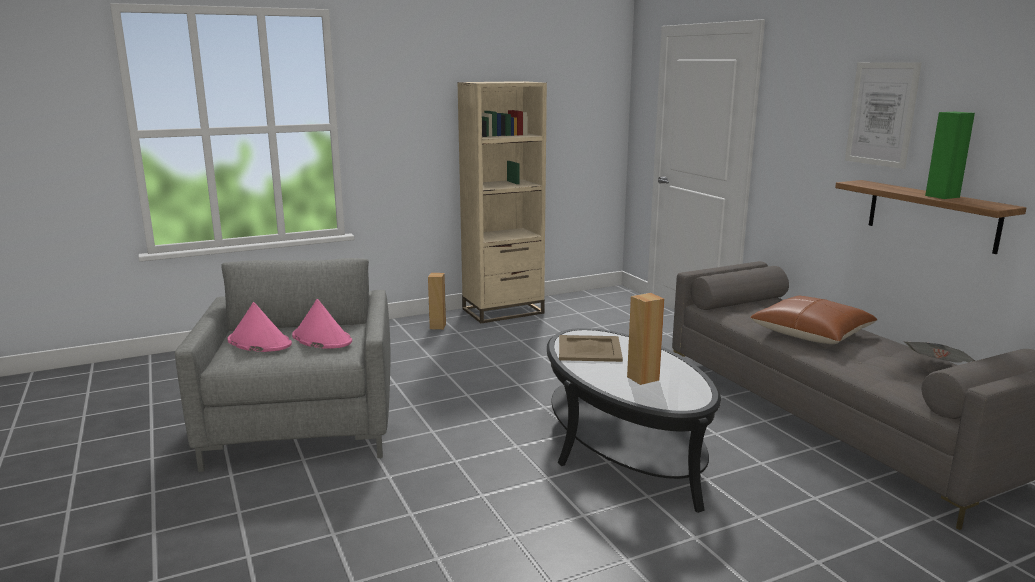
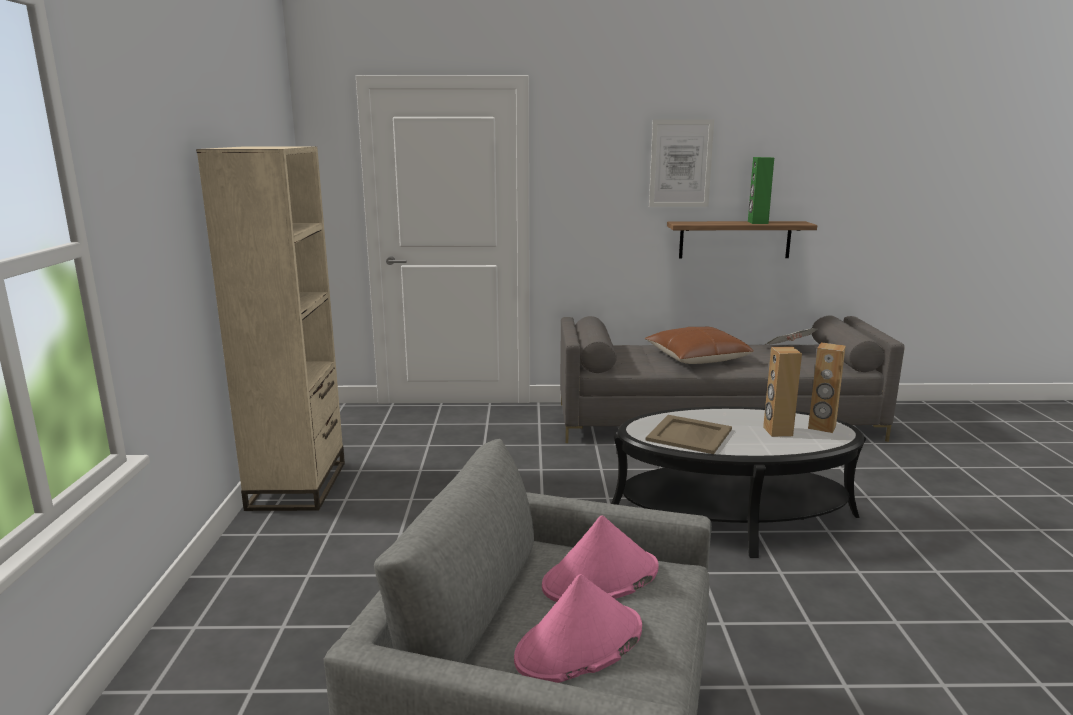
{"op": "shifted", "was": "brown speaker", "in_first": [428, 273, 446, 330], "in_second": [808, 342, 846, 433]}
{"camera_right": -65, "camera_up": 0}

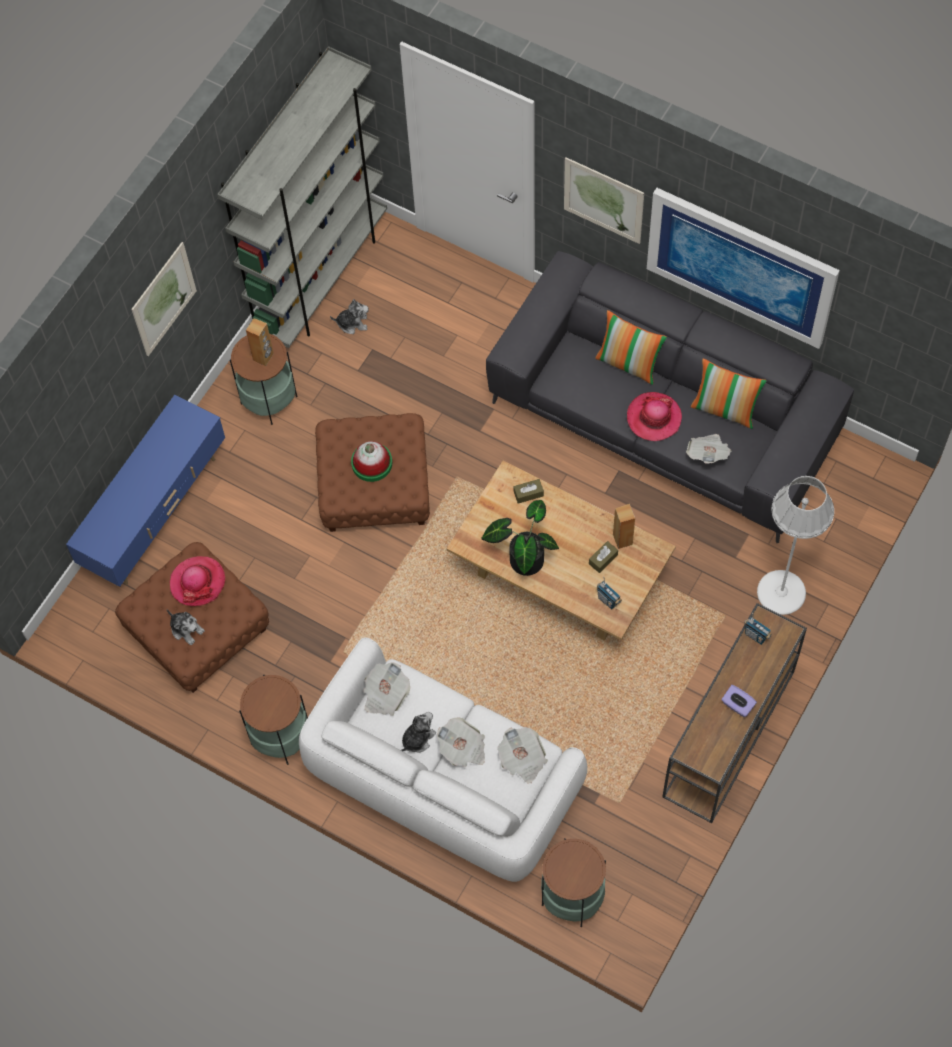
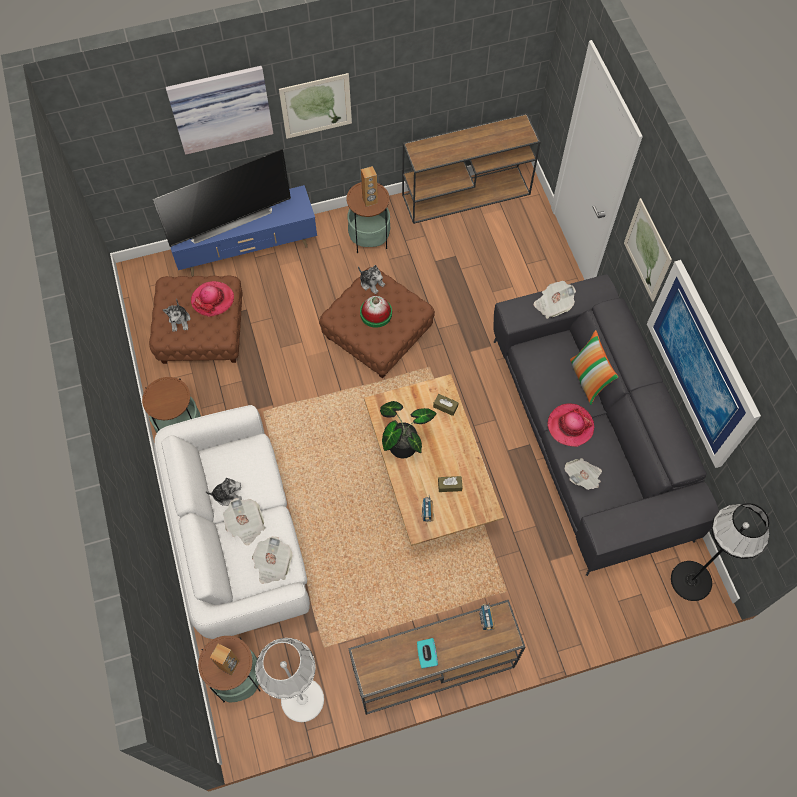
{"op": "gone", "was": "pillow", "in_first": [691, 359, 767, 429]}
{"op": "new", "now": "television", "in_second": [153, 149, 291, 247]}
{"op": "new", "now": "picture", "in_second": [166, 66, 273, 155]}
{"op": "new", "now": "black floor lamp", "in_second": [671, 503, 769, 601]}
{"op": "shifted", "was": "plush toy", "in_first": [330, 299, 369, 334], "in_second": [358, 265, 385, 294]}
{"op": "shifted", "was": "newspaper", "in_first": [363, 662, 410, 716], "in_second": [534, 281, 576, 319]}
{"op": "shifted", "was": "brown speaker", "in_first": [613, 504, 635, 549], "in_second": [210, 644, 239, 675]}
{"op": "shifted", "was": "white floor lamp", "in_first": [757, 476, 834, 615], "in_second": [255, 638, 324, 722]}
{"op": "swapped", "was": "grey bookcase", "now": "brown console table", "in_first": [217, 46, 387, 348], "in_second": [402, 113, 541, 224]}
{"op": "repainted", "was": "purple tissue box", "now": "turquoise tissue box", "in_first": [721, 685, 757, 717], "in_second": [417, 638, 438, 668]}
{"camera_right": 40, "camera_up": 0}

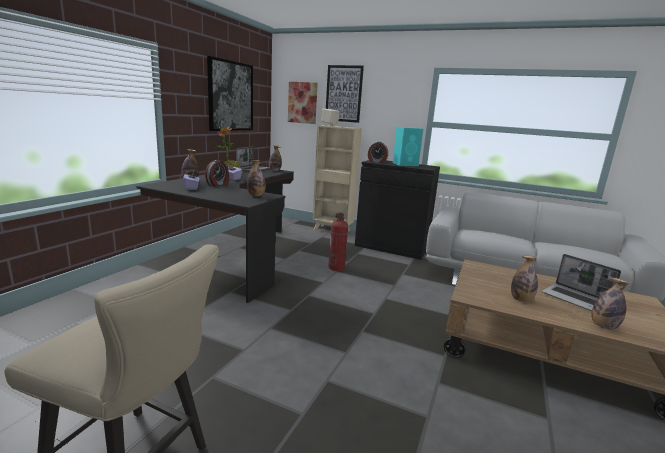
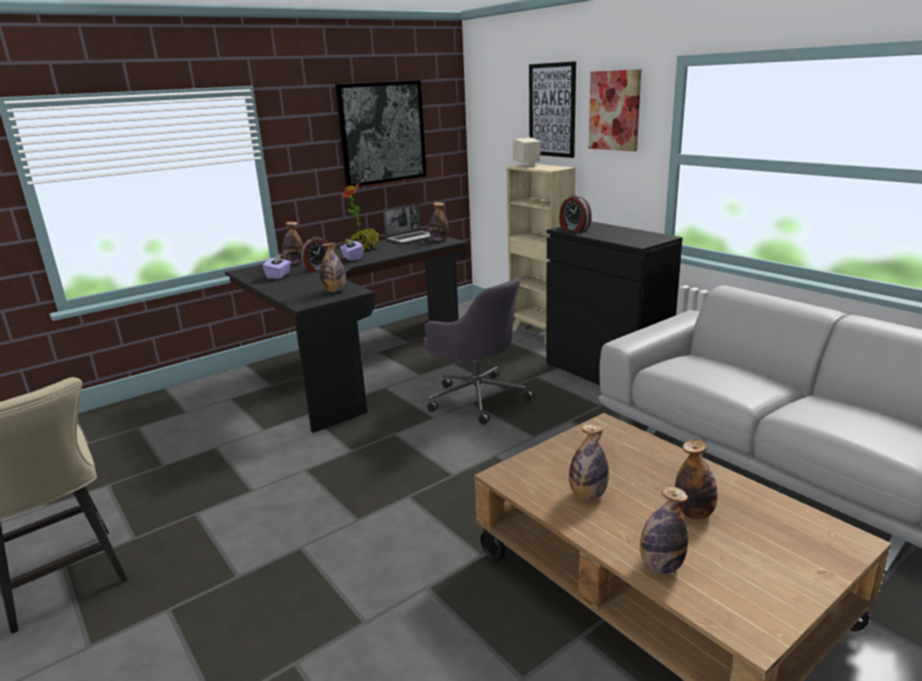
{"op": "gone", "was": "turquoise speaker", "in_first": [393, 127, 423, 166]}
{"op": "shifted", "was": "picture", "in_first": [288, 82, 318, 124], "in_second": [589, 69, 641, 151]}
{"op": "swapped", "was": "fire extinguisher", "now": "grey office chair", "in_first": [328, 212, 348, 271], "in_second": [423, 278, 534, 425]}
{"op": "swapped", "was": "laptop", "now": "bottle", "in_first": [542, 254, 621, 311], "in_second": [675, 440, 718, 519]}
{"camera_right": 30, "camera_up": 5}

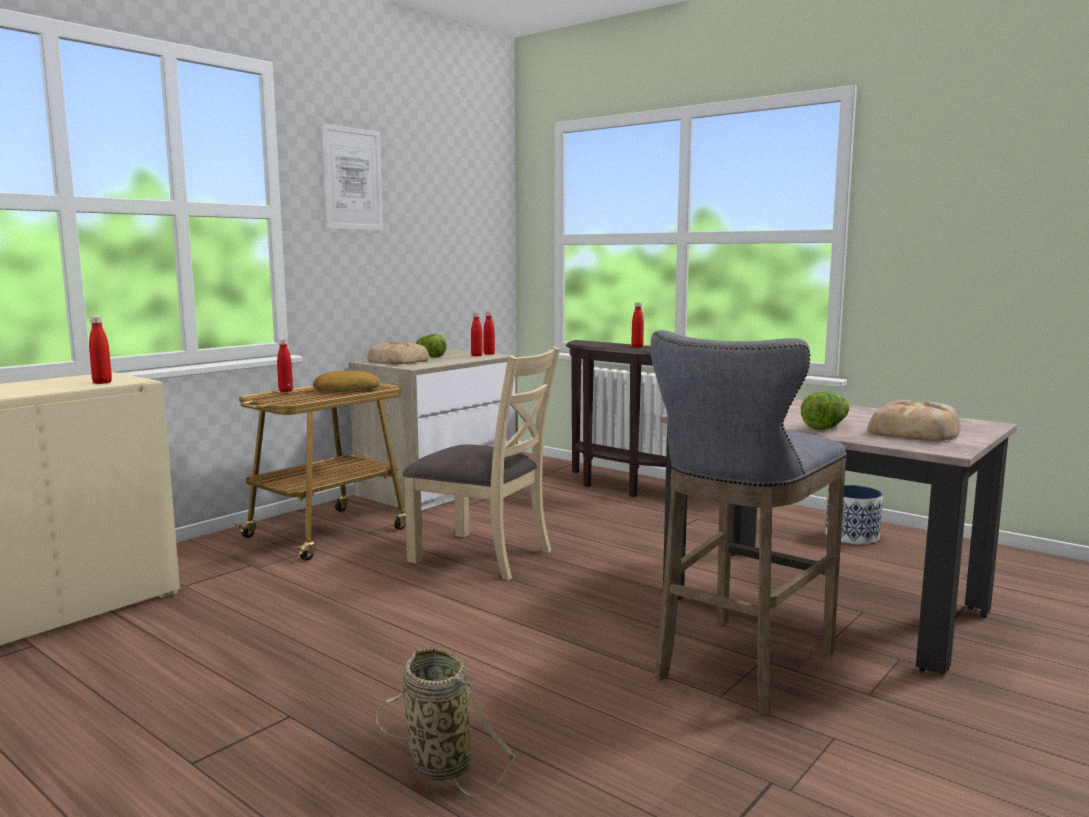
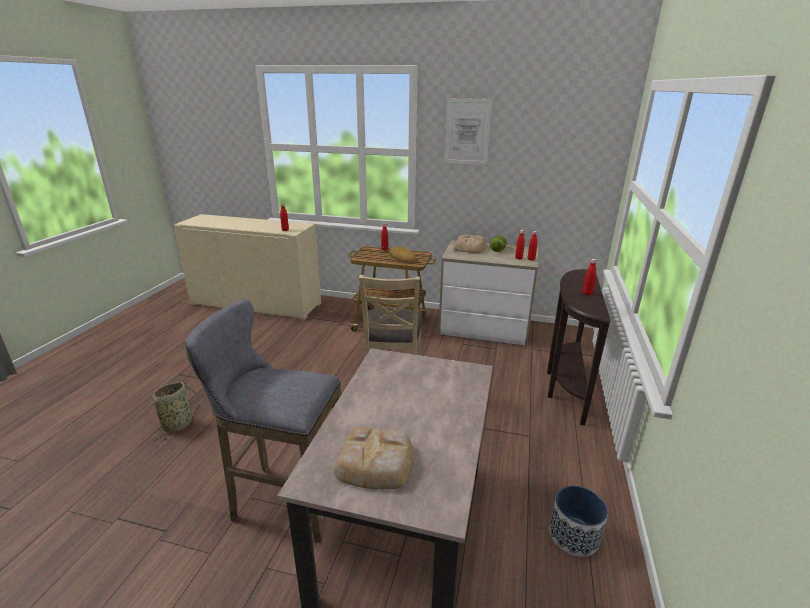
{"op": "gone", "was": "lettuce", "in_first": [801, 392, 849, 430]}
{"camera_right": 65, "camera_up": 15}

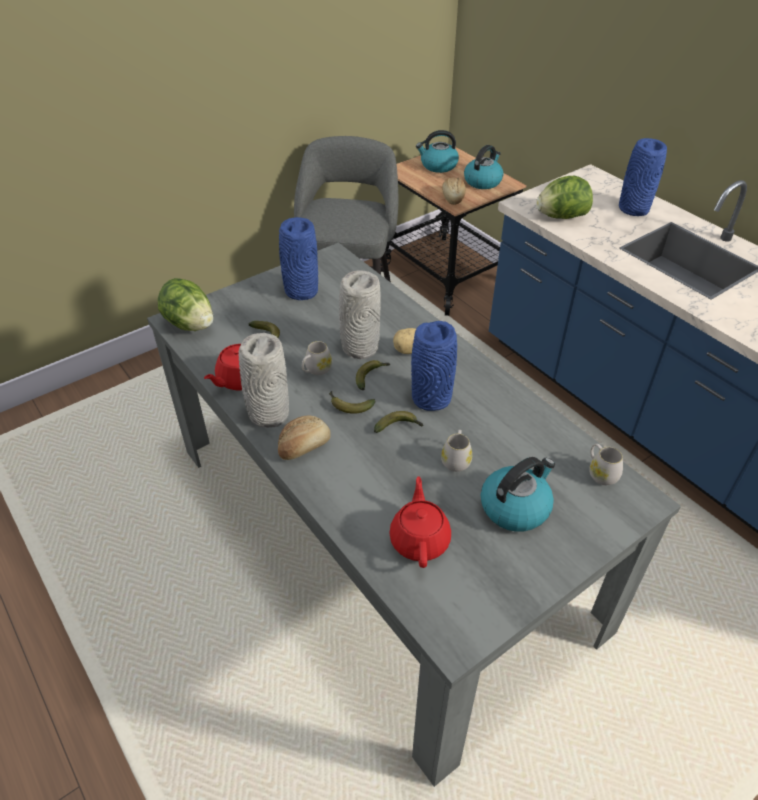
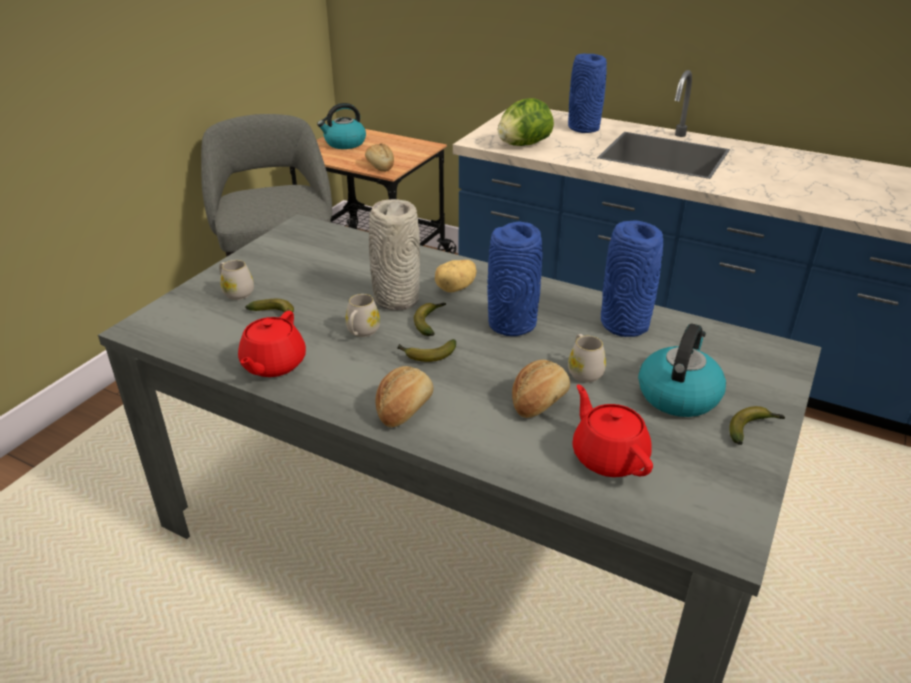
{"op": "gone", "was": "lettuce", "in_first": [158, 278, 213, 331]}
{"op": "gone", "was": "grey vase", "in_first": [238, 333, 289, 428]}
{"op": "gone", "was": "kettle", "in_first": [464, 145, 503, 189]}
{"op": "new", "now": "bread", "in_second": [512, 360, 570, 418]}
{"op": "shifted", "was": "blue vase", "in_first": [279, 217, 318, 300], "in_second": [601, 221, 663, 337]}
{"op": "shifted", "was": "banana", "in_first": [374, 411, 424, 433], "in_second": [729, 406, 785, 445]}
{"op": "shifted", "was": "white mug", "in_first": [589, 444, 623, 485], "in_second": [219, 260, 254, 300]}
{"camera_right": -25, "camera_up": -10}

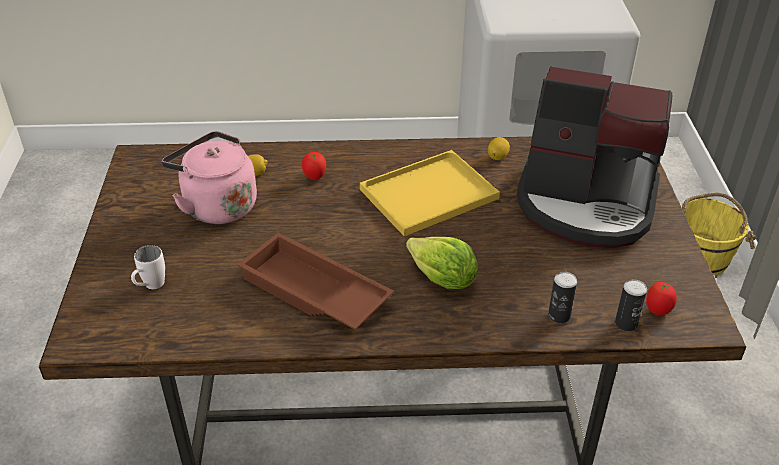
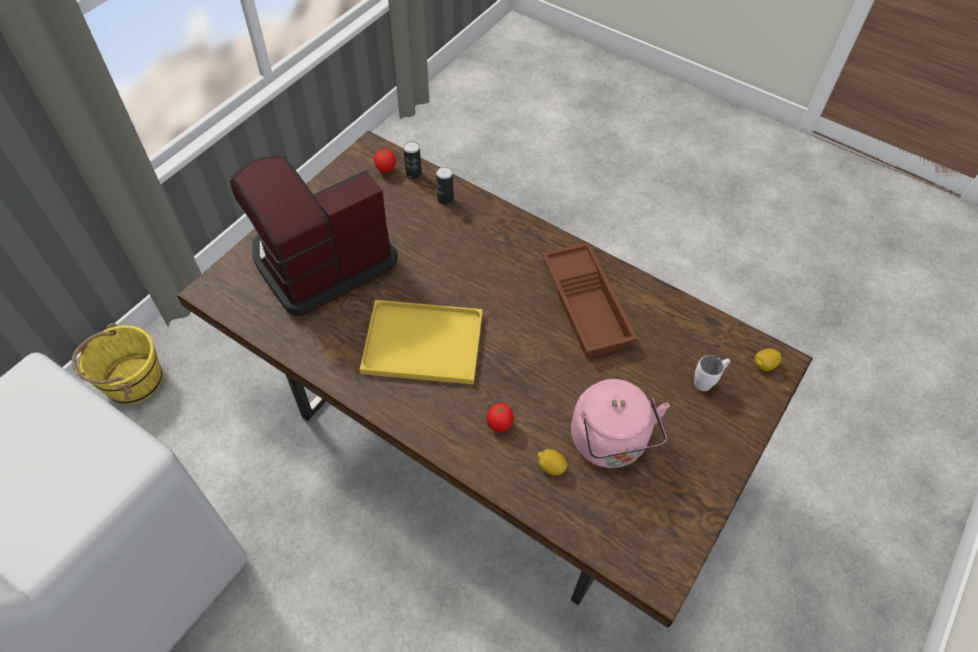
{"op": "gone", "was": "lettuce", "in_first": [406, 237, 478, 289]}
{"op": "shifted", "was": "lemon", "in_first": [488, 137, 510, 160], "in_second": [754, 348, 781, 371]}
{"op": "rotated", "was": "coffee machine", "in_first": [517, 67, 672, 248], "in_second": [230, 155, 398, 316], "clockwise": -90}
{"camera_right": -145, "camera_up": 15}

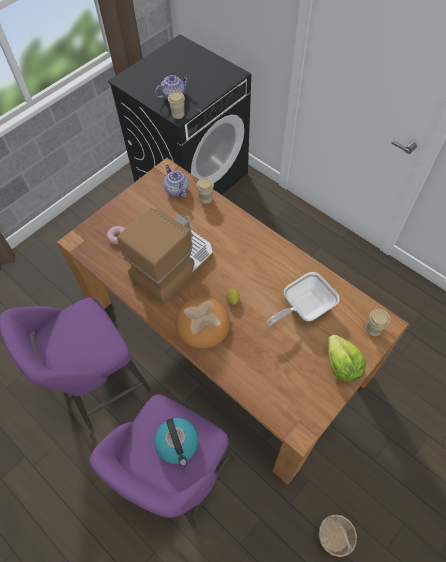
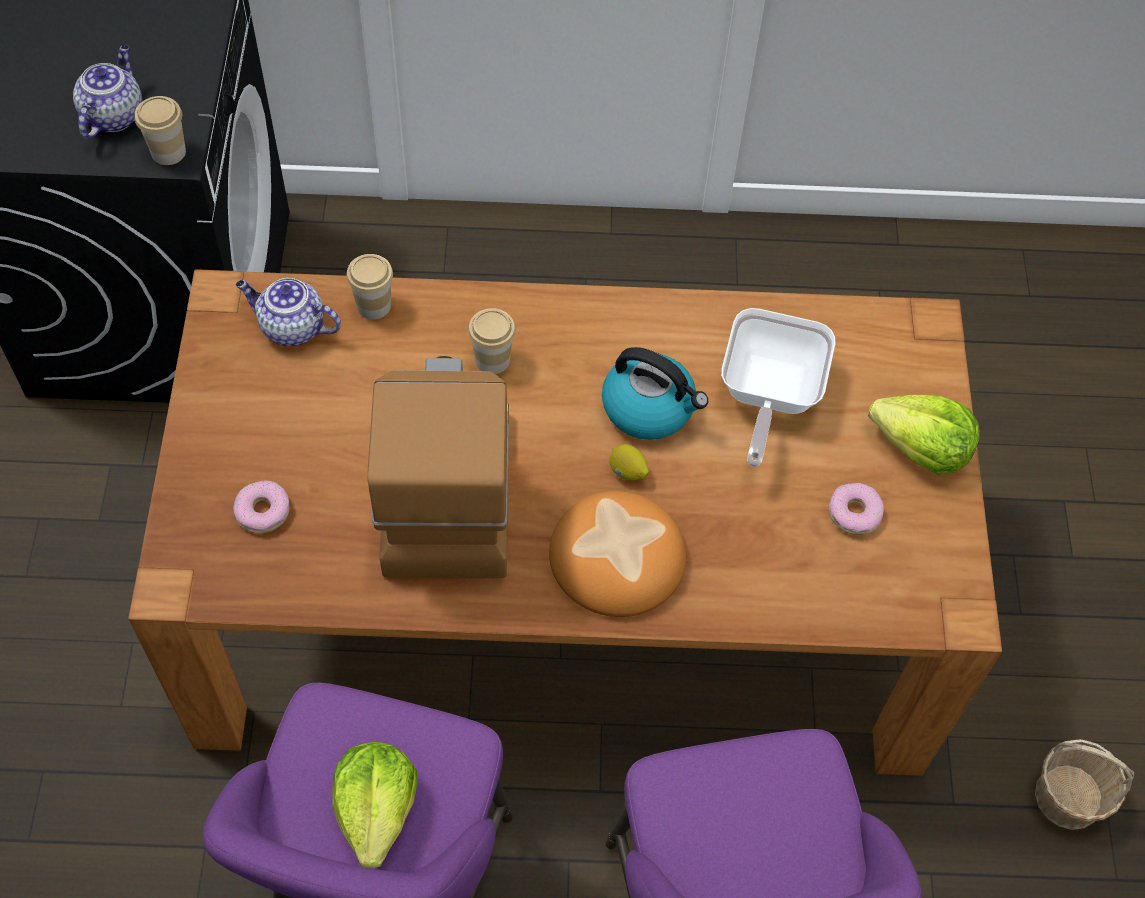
{"op": "new", "now": "lettuce", "in_second": [332, 742, 418, 868]}
{"op": "new", "now": "donut", "in_second": [829, 483, 884, 535]}
{"op": "shifted", "was": "kettle", "in_first": [154, 418, 199, 466], "in_second": [602, 347, 708, 440]}
{"op": "shifted", "was": "cup", "in_first": [366, 309, 390, 336], "in_second": [468, 308, 516, 374]}
{"camera_right": -45, "camera_up": 0}

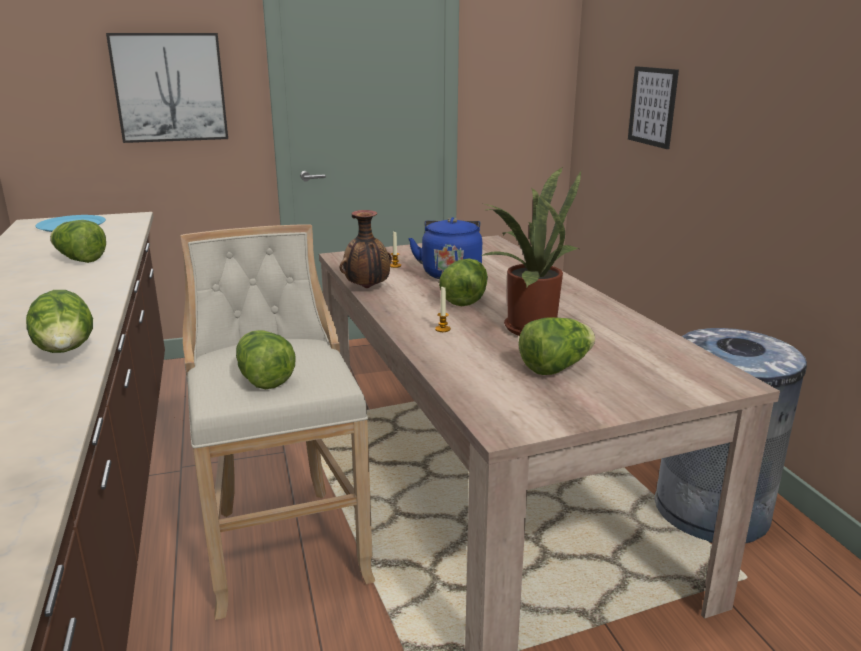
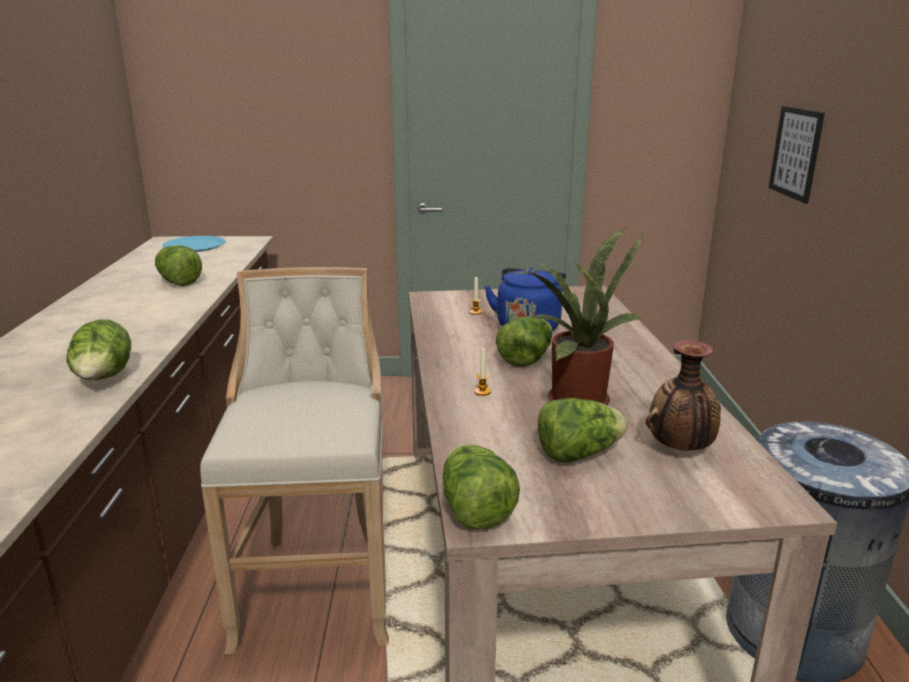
{"op": "gone", "was": "picture", "in_first": [106, 33, 228, 143]}
{"op": "shifted", "was": "lettuce", "in_first": [236, 330, 296, 389], "in_second": [443, 445, 520, 530]}
{"op": "shifted", "was": "vase", "in_first": [340, 210, 392, 288], "in_second": [646, 340, 721, 451]}
{"camera_right": 15, "camera_up": 0}

